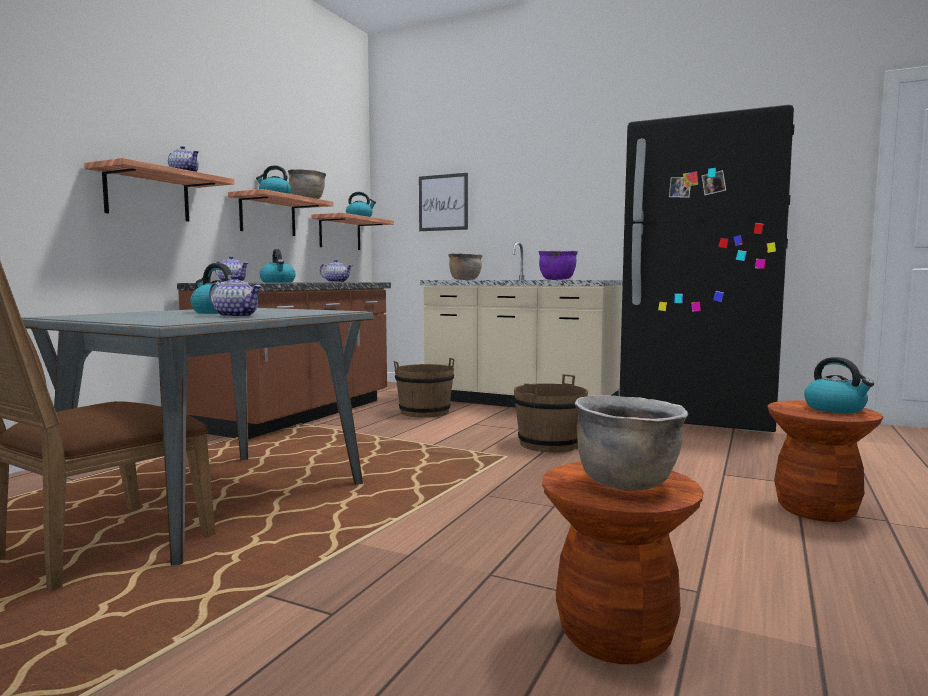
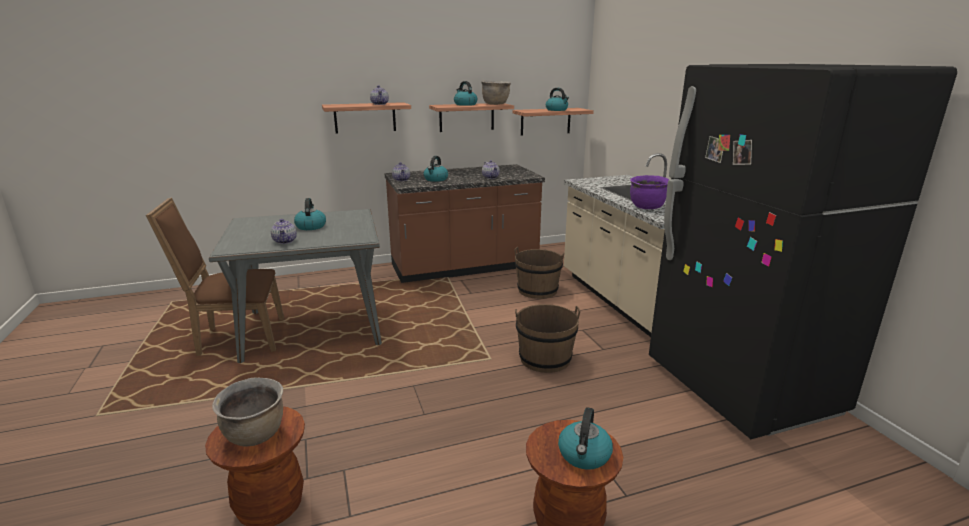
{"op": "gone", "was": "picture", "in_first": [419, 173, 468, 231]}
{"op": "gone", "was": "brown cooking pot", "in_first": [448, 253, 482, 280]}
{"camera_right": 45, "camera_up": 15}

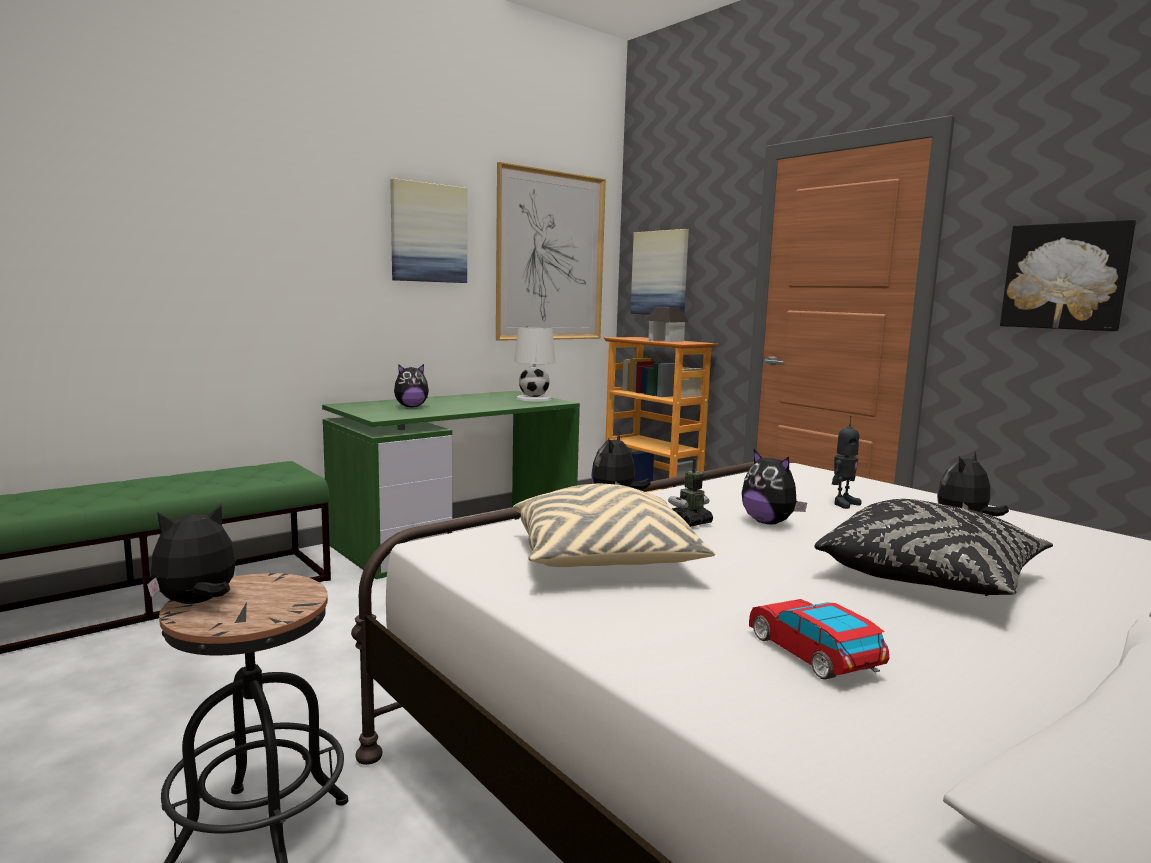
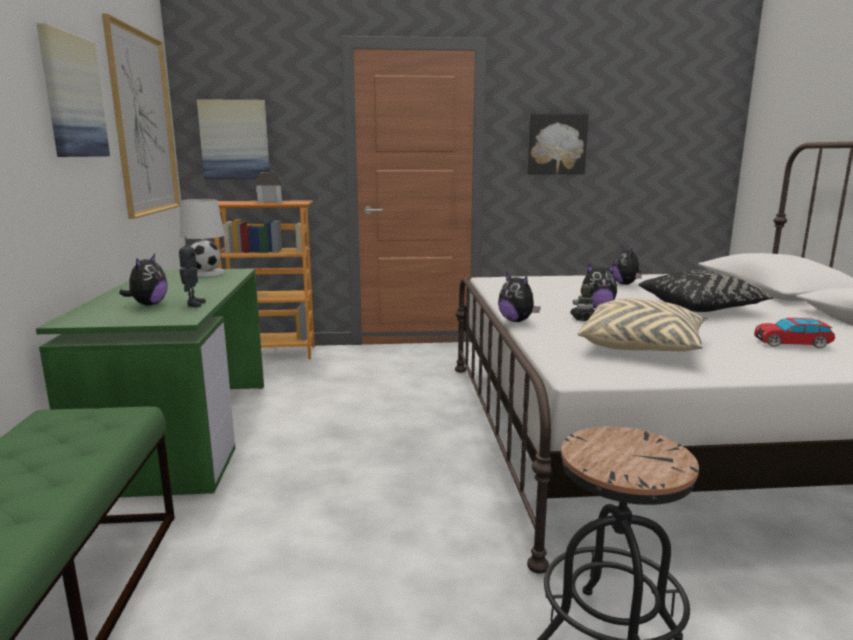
{"op": "gone", "was": "plush toy", "in_first": [147, 504, 236, 604]}
{"op": "shifted", "was": "toy robot", "in_first": [832, 416, 861, 509], "in_second": [179, 237, 206, 307]}
{"camera_right": -55, "camera_up": 5}

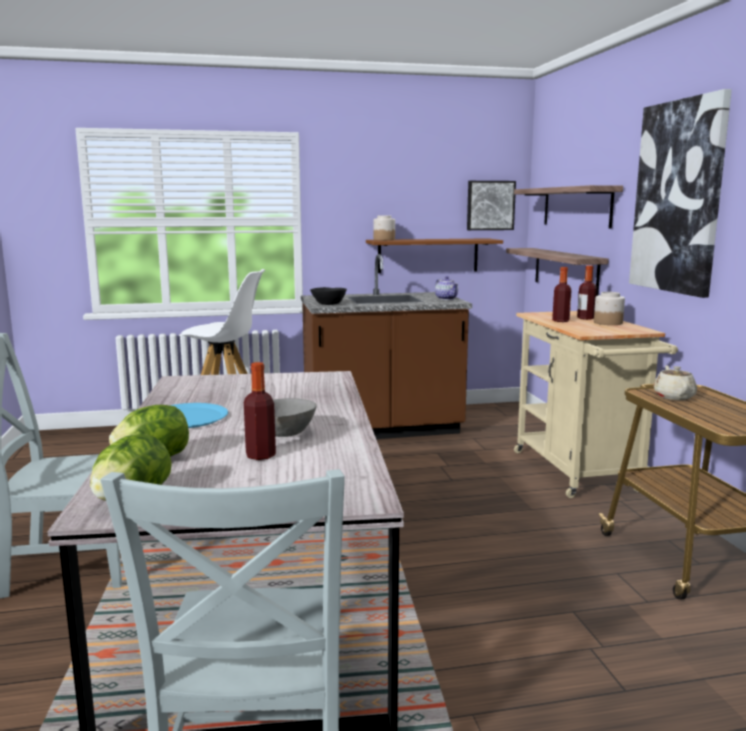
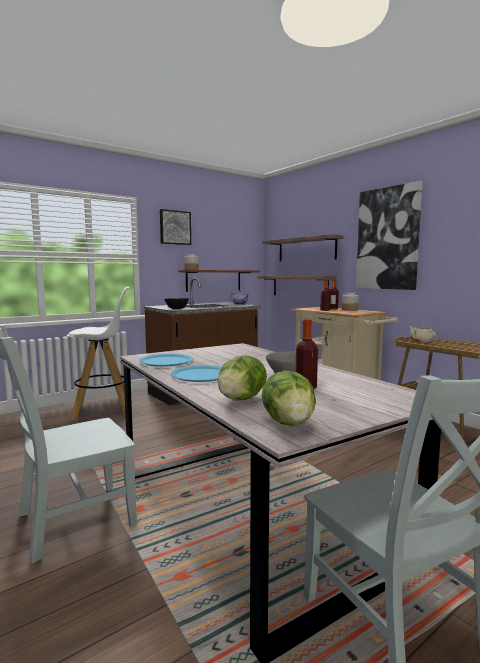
{"op": "new", "now": "blue plate", "in_second": [139, 354, 193, 367]}
{"op": "shifted", "was": "picture", "in_first": [467, 181, 516, 230], "in_second": [160, 209, 191, 245]}
{"camera_right": -25, "camera_up": -5}

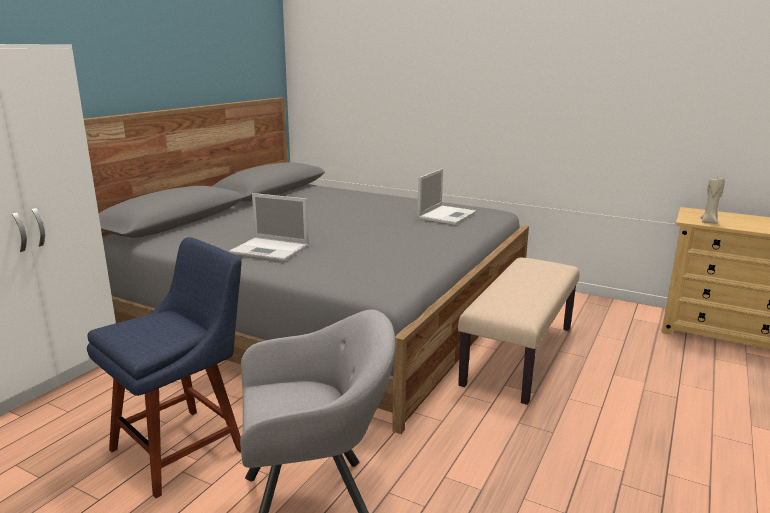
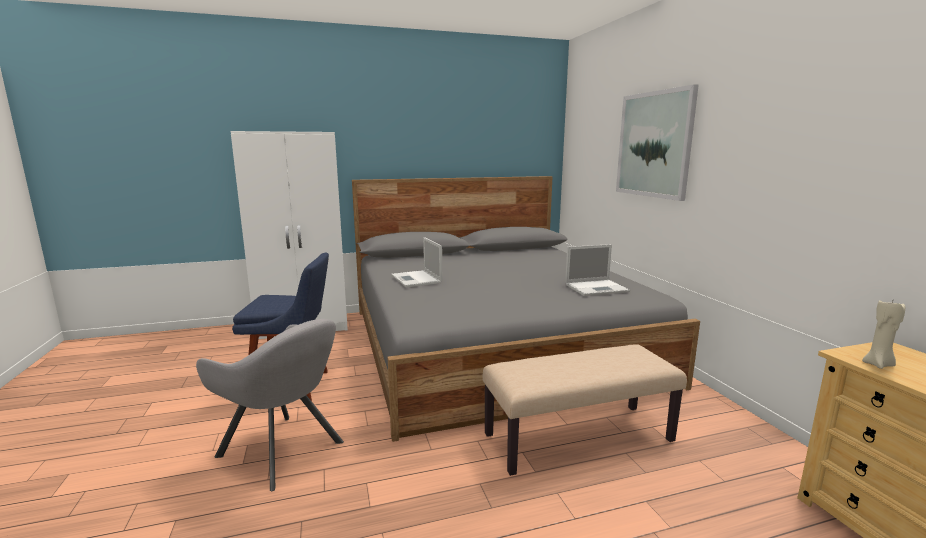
{"op": "new", "now": "picture", "in_second": [616, 84, 699, 201]}
{"camera_right": 45, "camera_up": -5}

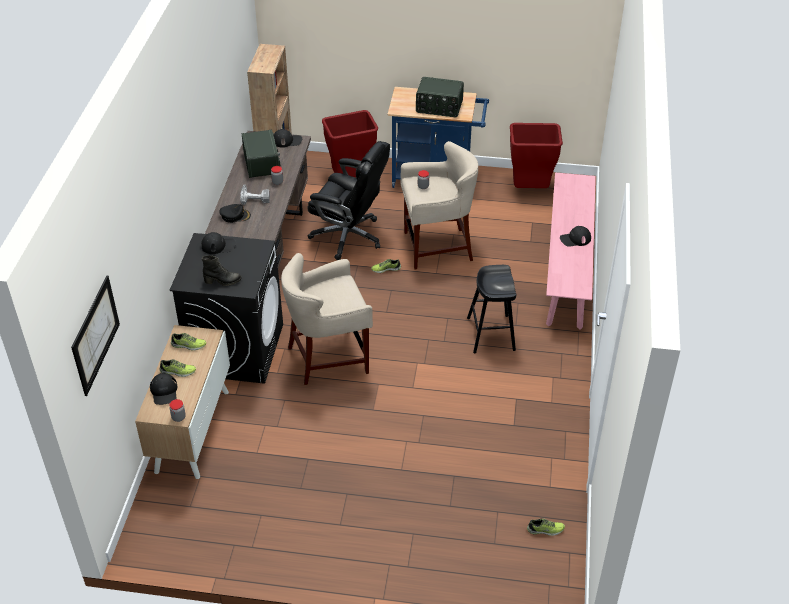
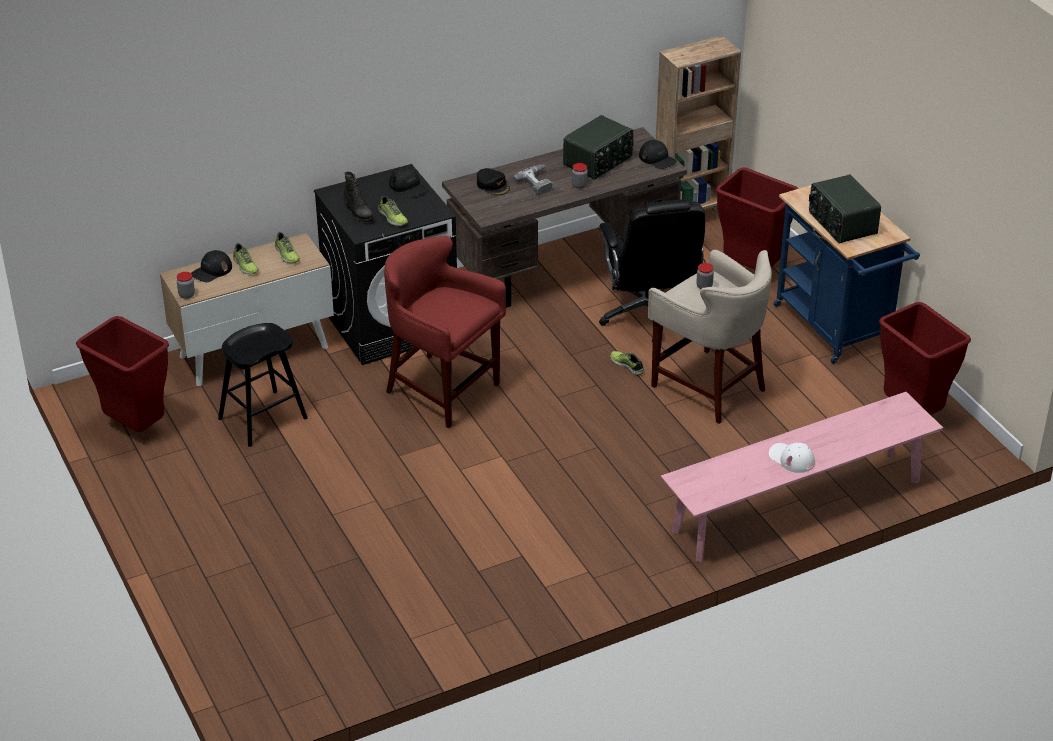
{"op": "gone", "was": "picture", "in_first": [71, 275, 120, 396]}
{"op": "new", "now": "red trash can", "in_second": [76, 316, 169, 432]}
{"op": "shifted", "was": "black stool", "in_first": [467, 265, 516, 353], "in_second": [218, 323, 308, 447]}
{"op": "shifted", "was": "shoe", "in_first": [527, 518, 565, 536], "in_second": [378, 196, 408, 226]}
{"op": "repainted", "was": "beige stool", "now": "red stool", "in_first": [281, 253, 373, 385], "in_second": [384, 236, 506, 428]}
{"op": "repainted", "was": "black cap", "now": "white cap", "in_first": [560, 226, 591, 247], "in_second": [769, 442, 815, 473]}
{"camera_right": 55, "camera_up": -5}

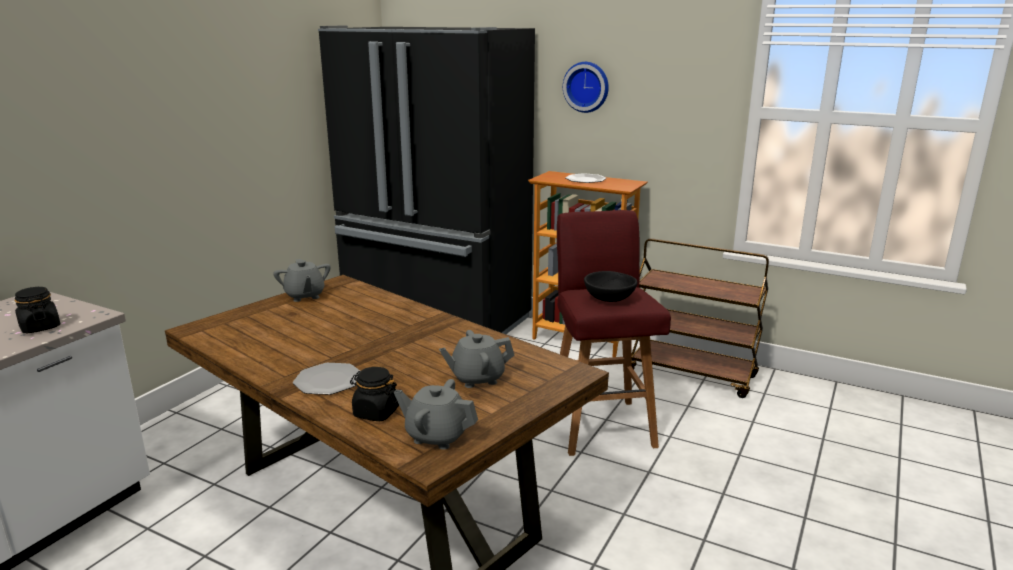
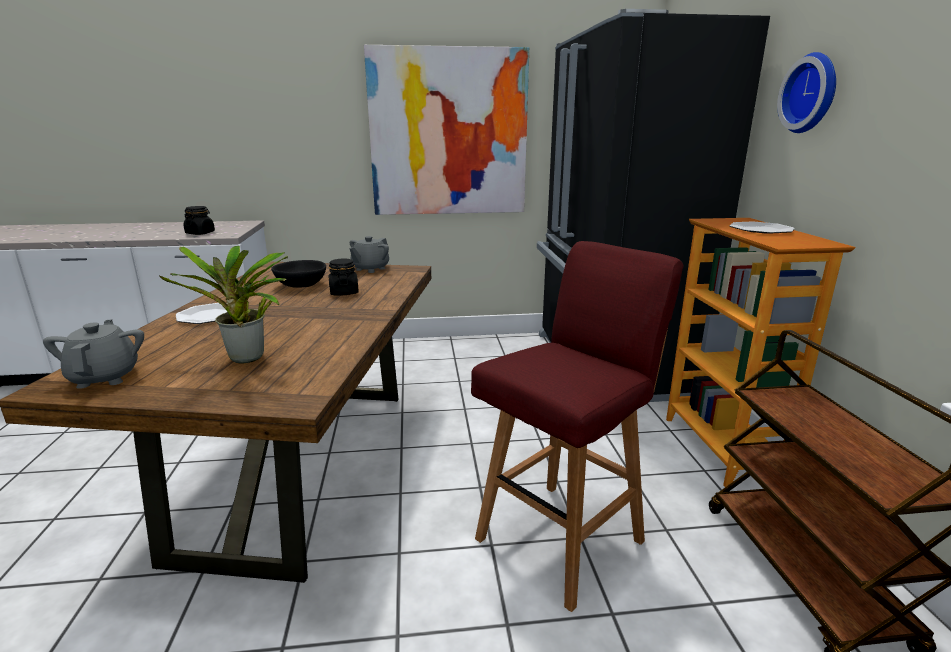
{"op": "new", "now": "picture", "in_second": [364, 45, 529, 215]}
{"op": "shifted", "was": "black jar", "in_first": [350, 367, 399, 421], "in_second": [328, 259, 359, 295]}
{"op": "shifted", "was": "black bowl", "in_first": [584, 271, 637, 302], "in_second": [271, 260, 326, 288]}
{"op": "swapped", "was": "grey teapot", "now": "potted plant", "in_first": [439, 330, 514, 388], "in_second": [159, 246, 288, 364]}
{"camera_right": 55, "camera_up": 0}

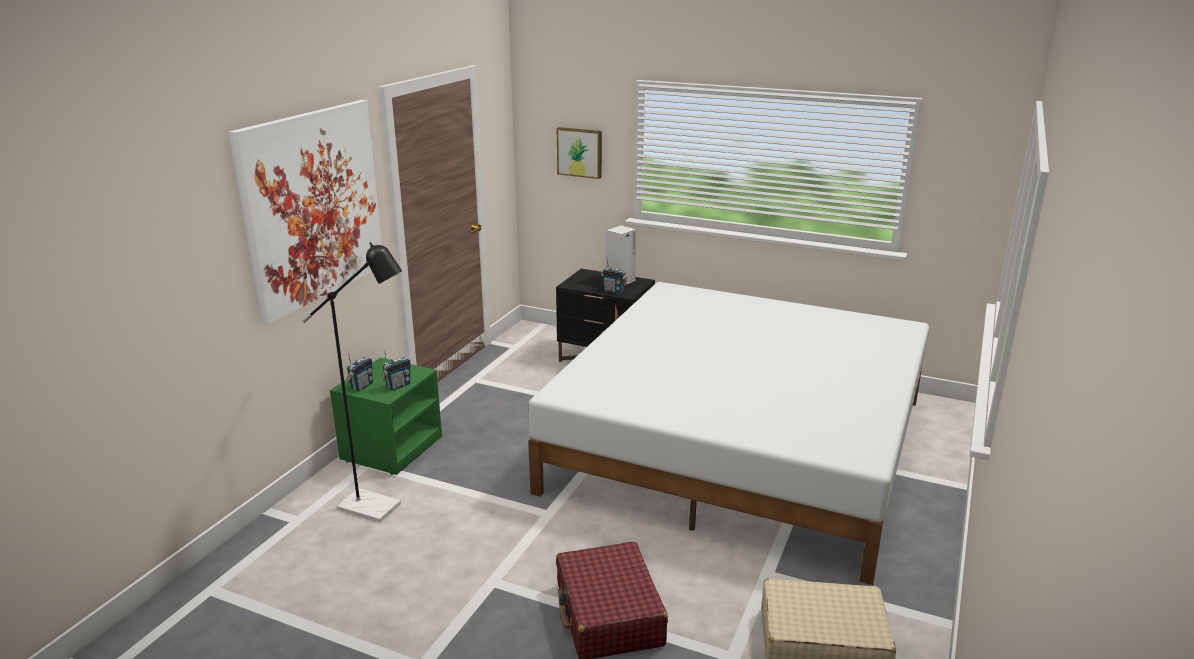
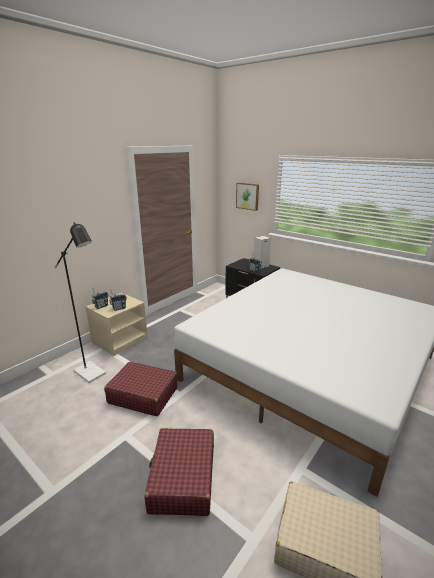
{"op": "gone", "was": "picture", "in_first": [229, 100, 383, 325]}
{"op": "new", "now": "red suitcase", "in_second": [104, 362, 178, 416]}
{"op": "repainted", "was": "green nightstand", "now": "beige nightstand", "in_first": [330, 358, 442, 475], "in_second": [86, 293, 148, 356]}
{"camera_right": 15, "camera_up": 0}

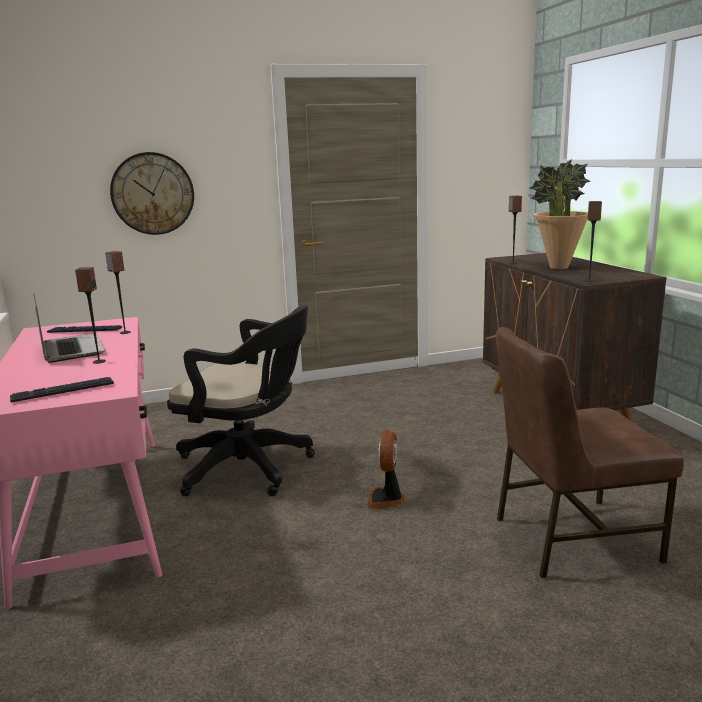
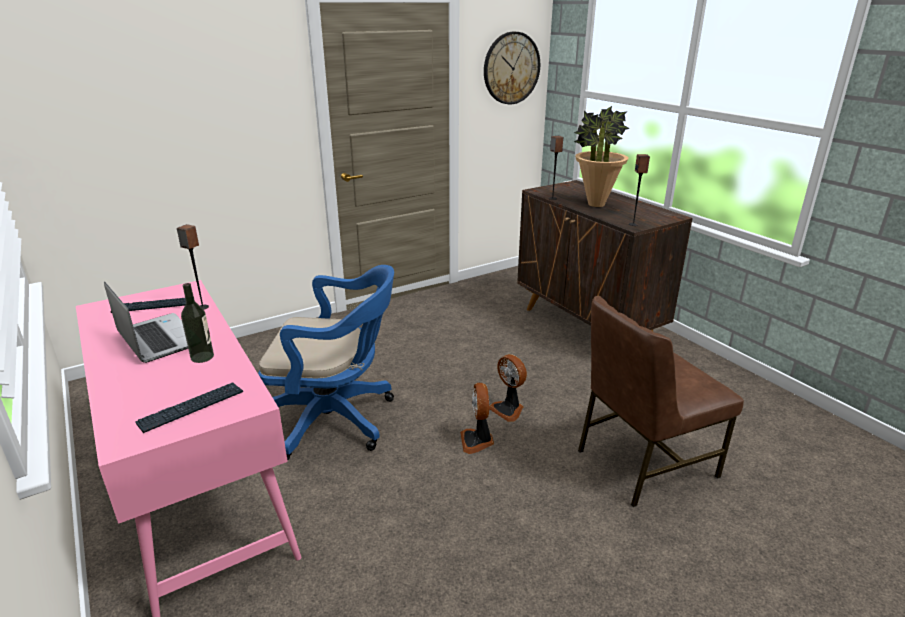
{"op": "new", "now": "fan", "in_second": [489, 354, 527, 422]}
{"op": "shifted", "was": "wall clock", "in_first": [110, 152, 194, 235], "in_second": [484, 32, 540, 104]}
{"op": "swapped", "was": "speaker", "now": "bottle", "in_first": [75, 267, 106, 364], "in_second": [181, 283, 214, 363]}
{"op": "repainted", "was": "black office chair", "now": "blue office chair", "in_first": [167, 305, 315, 496], "in_second": [258, 265, 394, 461]}
{"camera_right": -15, "camera_up": 10}

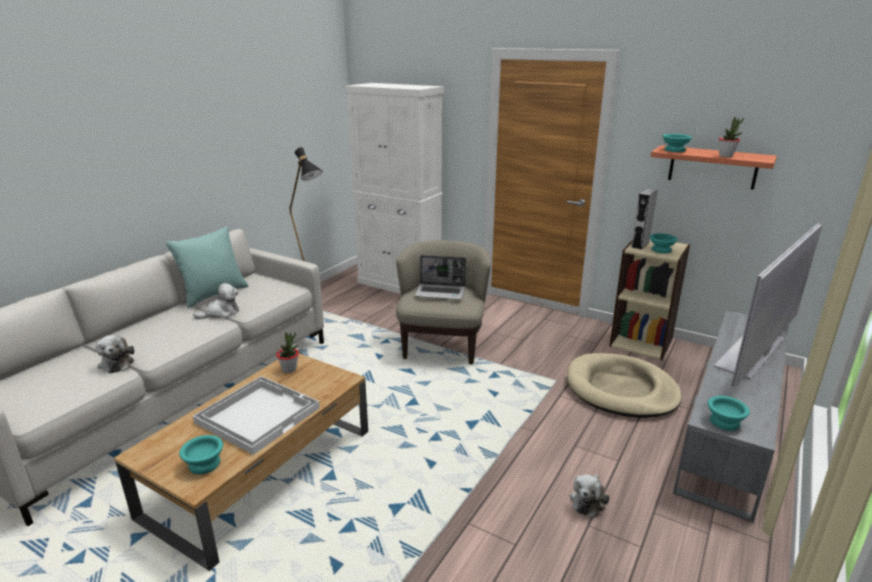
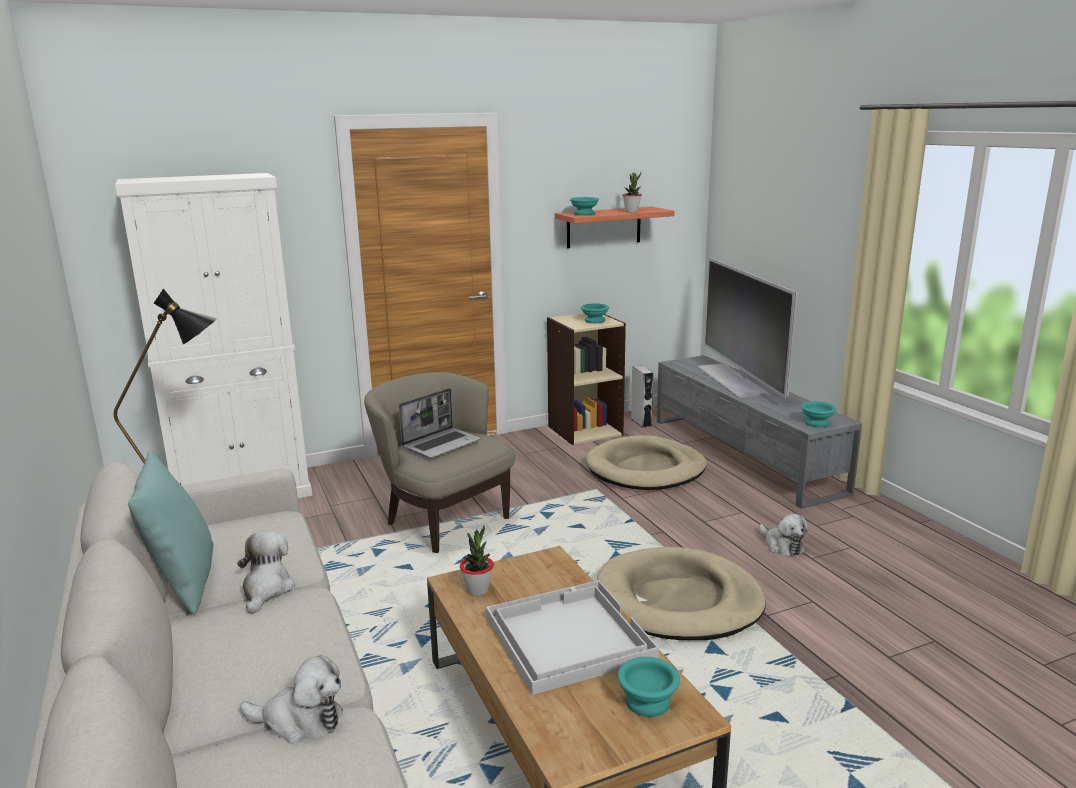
{"op": "new", "now": "beige dog bed", "in_second": [597, 547, 766, 640]}
{"op": "shifted", "was": "grey speaker", "in_first": [631, 189, 658, 250], "in_second": [631, 365, 653, 428]}
{"camera_right": -55, "camera_up": -5}

